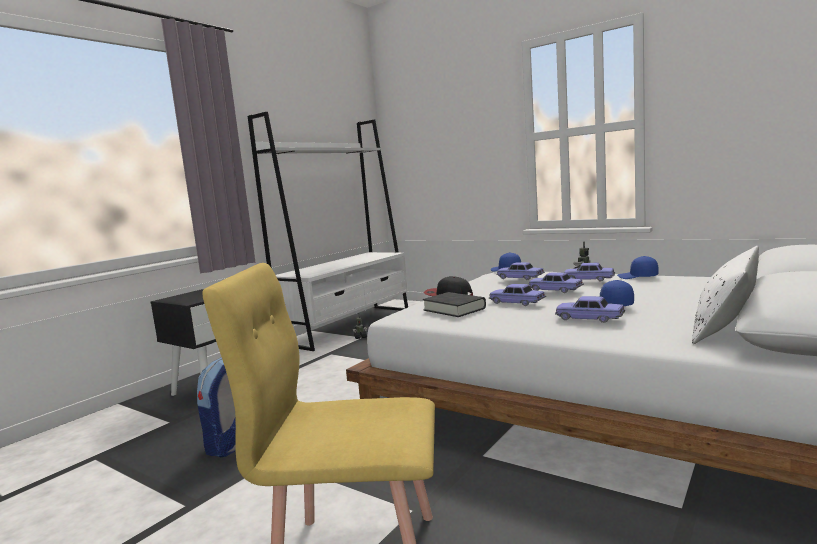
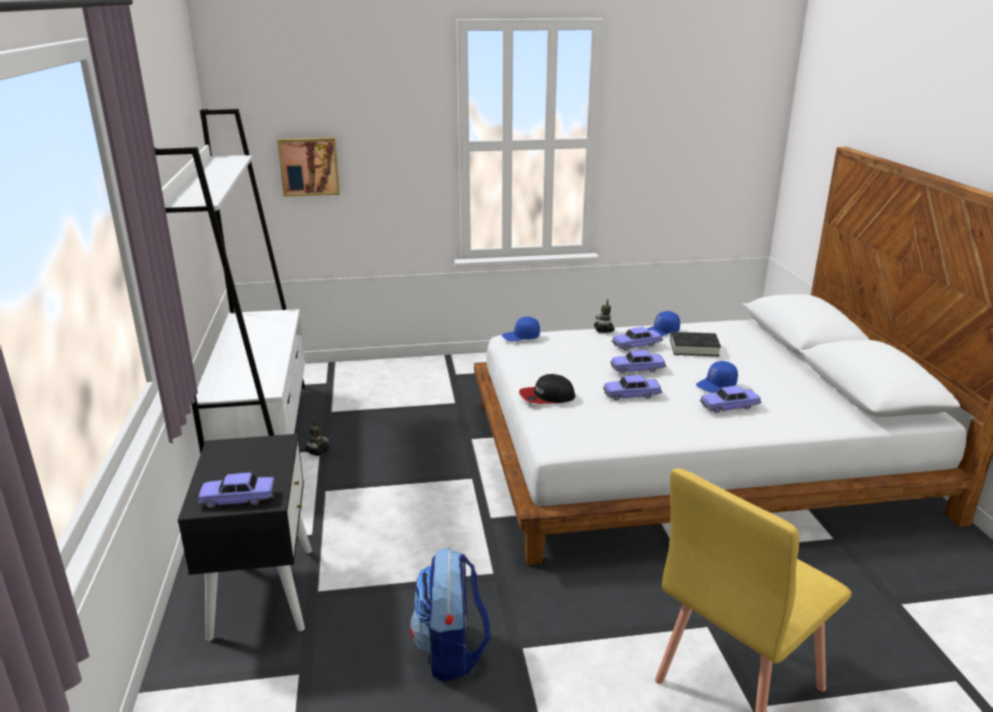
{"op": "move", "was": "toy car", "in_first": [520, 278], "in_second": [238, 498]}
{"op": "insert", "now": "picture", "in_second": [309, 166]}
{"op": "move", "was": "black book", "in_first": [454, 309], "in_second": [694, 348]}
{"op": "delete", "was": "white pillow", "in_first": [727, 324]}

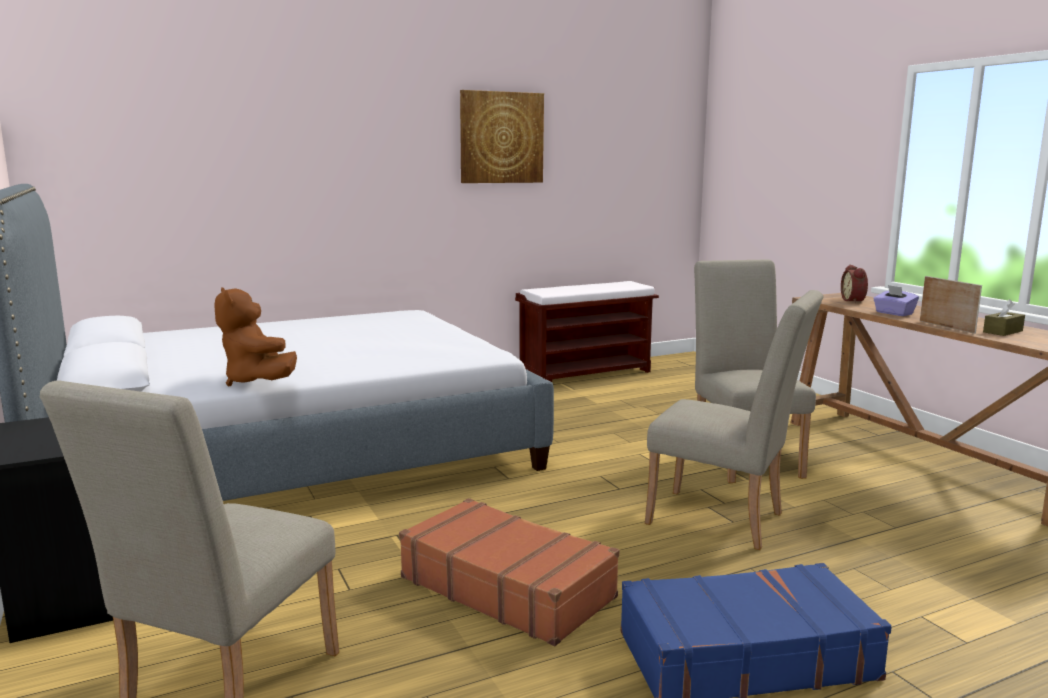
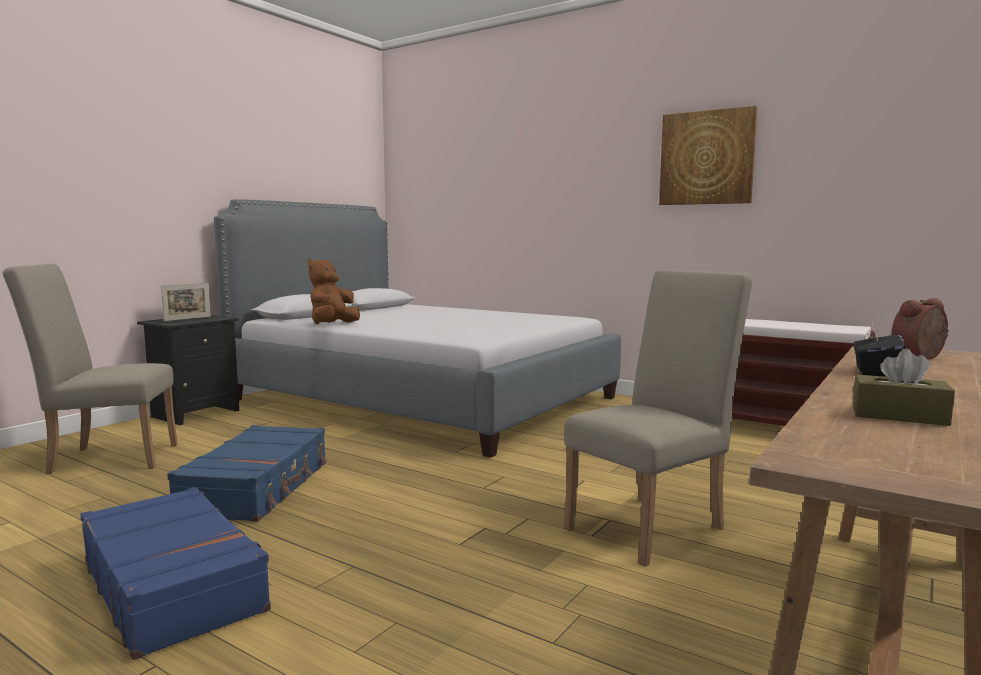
{"op": "move", "was": "picture frame", "in_first": [946, 327], "in_second": [187, 318]}
{"op": "recolor", "was": "brown suitcase", "now": "blue suitcase", "in_first": [507, 587], "in_second": [258, 488]}
{"op": "recolor", "was": "purple tissue box", "now": "black tissue box", "in_first": [893, 313], "in_second": [875, 372]}
{"op": "delete", "was": "beige chair", "in_first": [725, 521]}

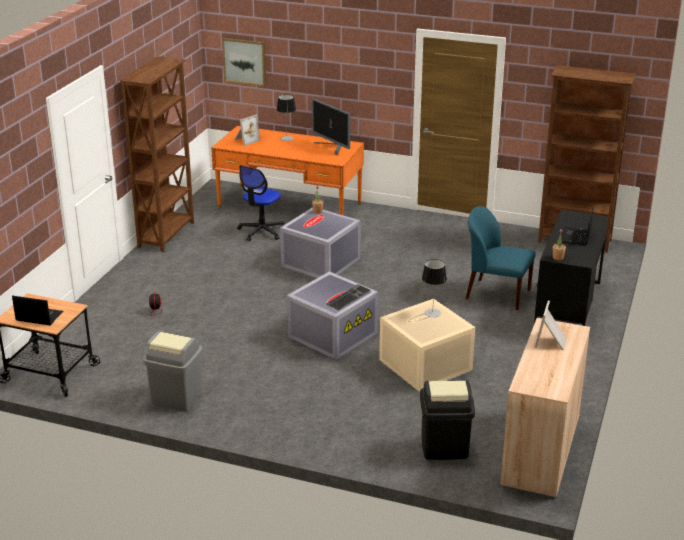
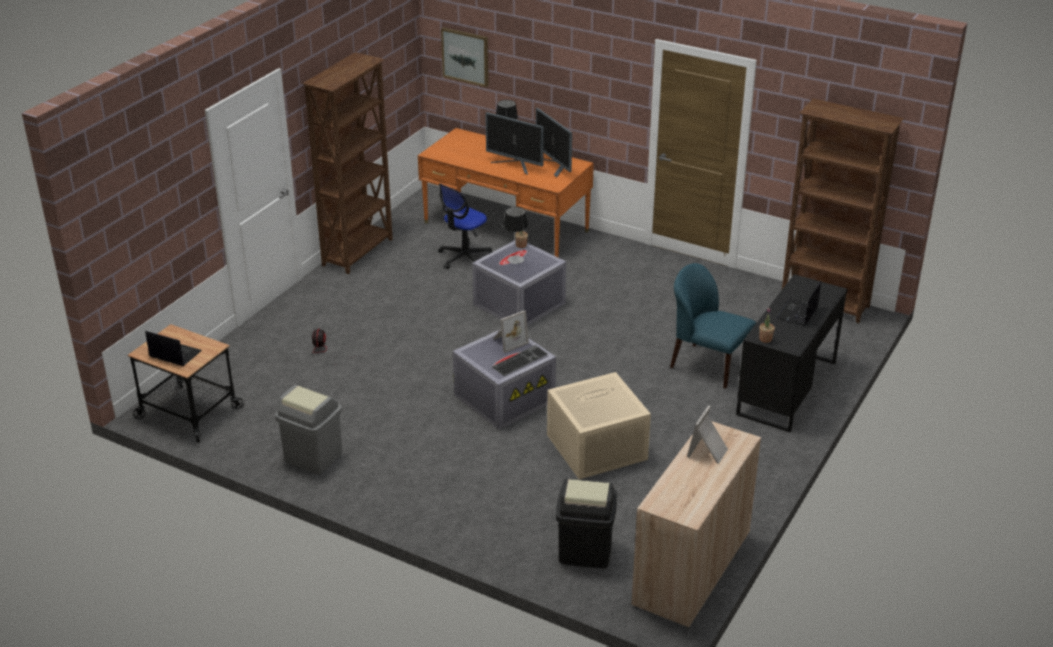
{"op": "insert", "now": "monitor", "in_second": [515, 165]}
{"op": "move", "was": "picture frame", "in_first": [245, 140], "in_second": [509, 341]}
{"op": "move", "was": "table lamp", "in_first": [432, 313], "in_second": [515, 259]}

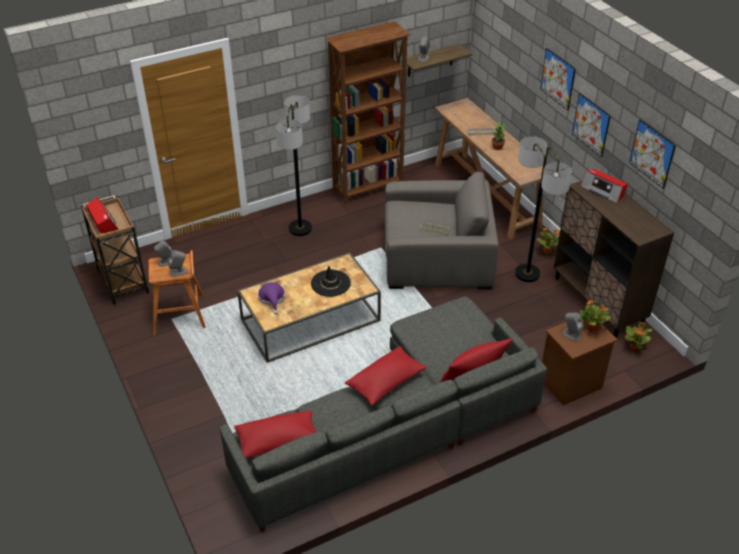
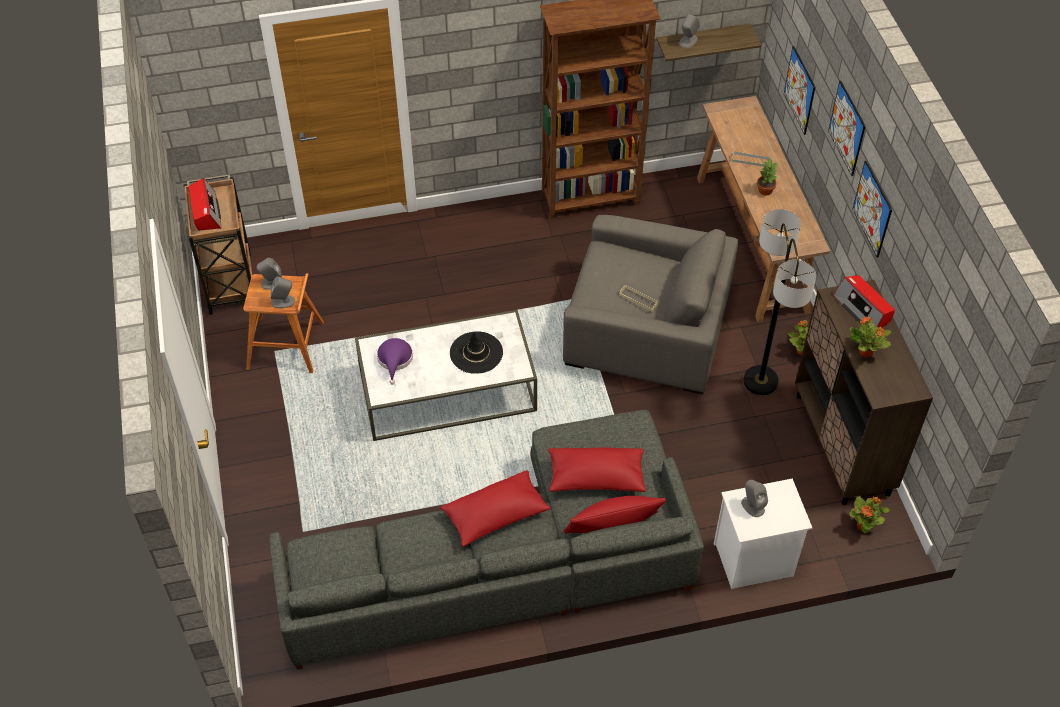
{"op": "recolor", "was": "brown coffee table", "now": "white coffee table", "in_first": [310, 321], "in_second": [447, 391]}
{"op": "move", "was": "red pillow", "in_first": [277, 442], "in_second": [596, 477]}
{"op": "recolor", "was": "brown nightstand", "now": "white nightstand", "in_first": [570, 384], "in_second": [753, 561]}
{"op": "move", "was": "picture", "in_first": [652, 153], "in_second": [799, 90]}
{"op": "move", "was": "potted plant", "in_first": [592, 328], "in_second": [866, 353]}
{"op": "delete", "was": "floor lamp", "in_first": [300, 228]}

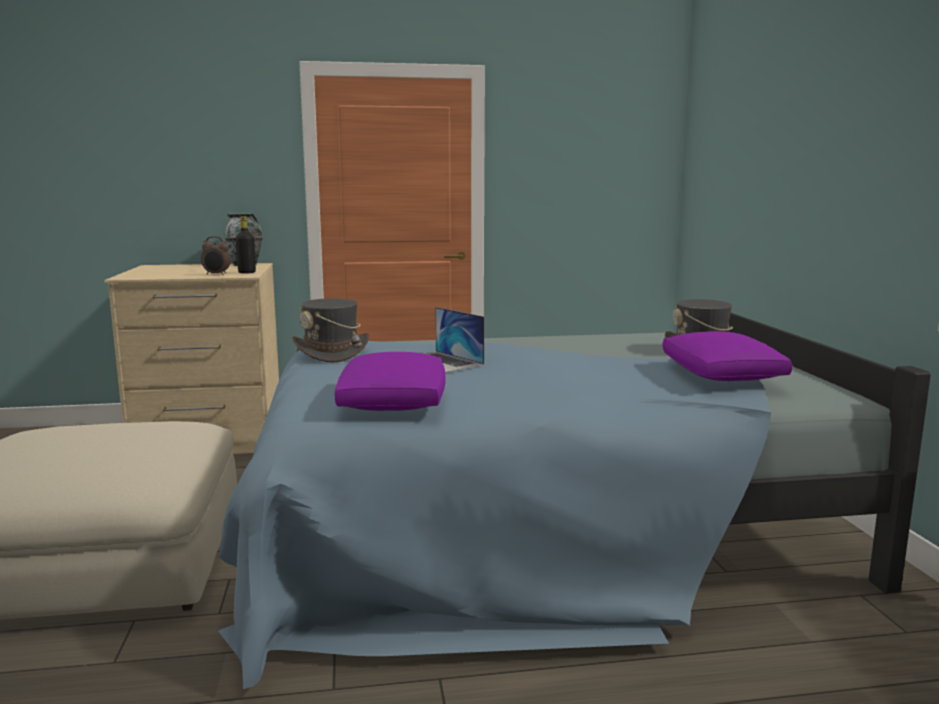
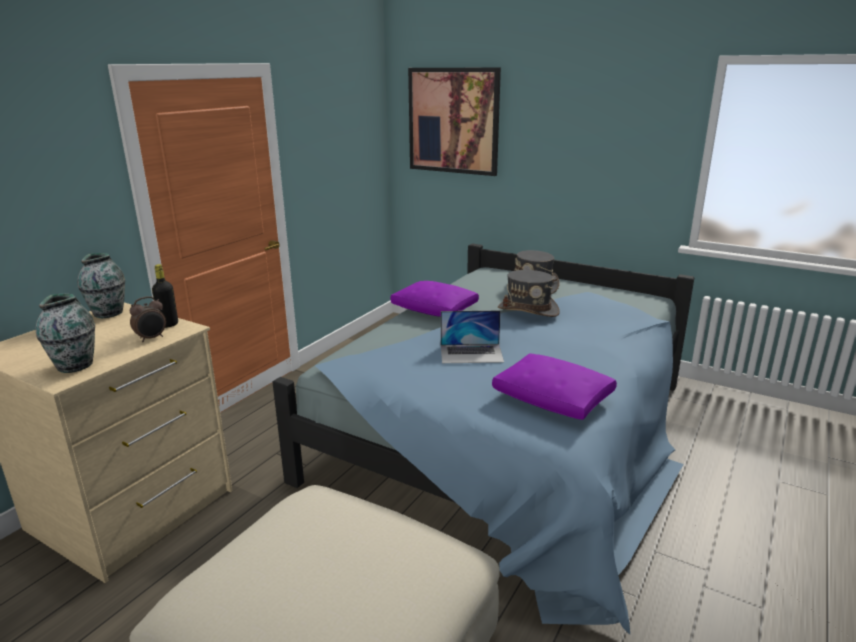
{"op": "insert", "now": "vase", "in_second": [75, 365]}
{"op": "move", "was": "purple pillow", "in_first": [722, 374], "in_second": [435, 309]}
{"op": "insert", "now": "picture", "in_second": [453, 121]}
{"op": "move", "was": "grey hat", "in_first": [331, 352], "in_second": [528, 310]}

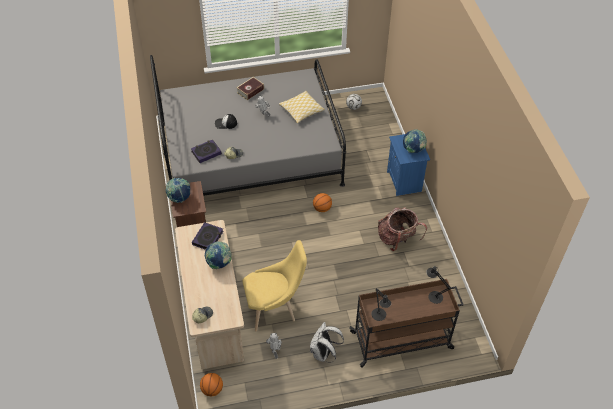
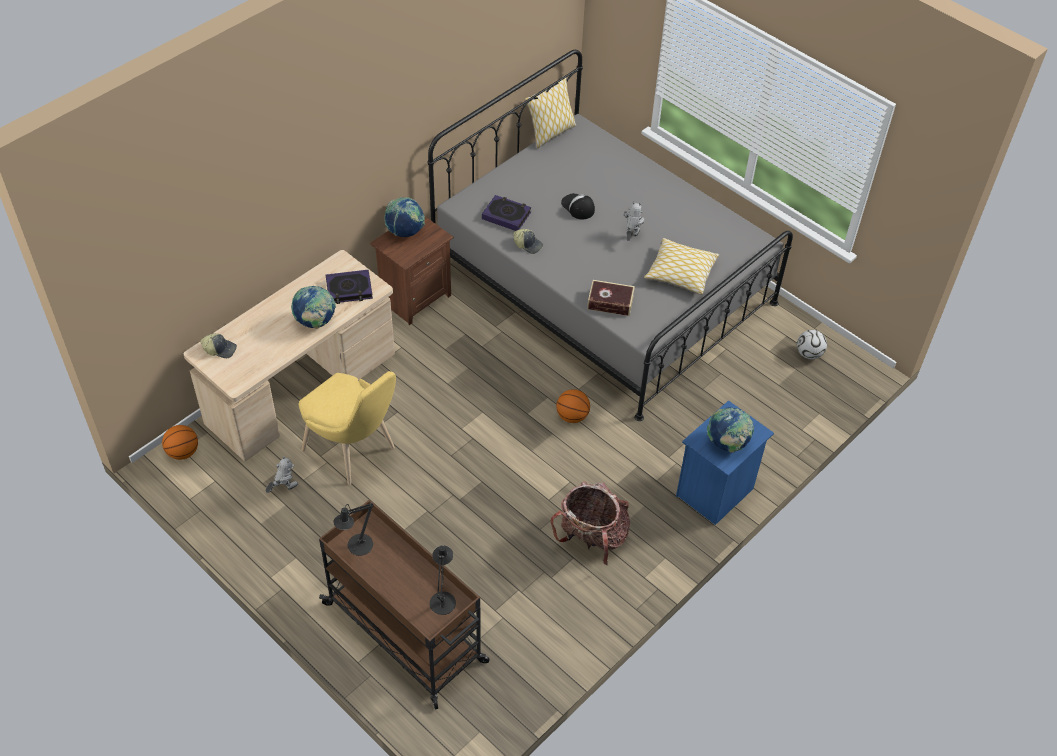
{"op": "insert", "now": "pillow", "in_second": [550, 133]}
{"op": "move", "was": "book", "in_first": [250, 91], "in_second": [610, 302]}
{"op": "delete", "was": "white backpack", "in_first": [323, 353]}

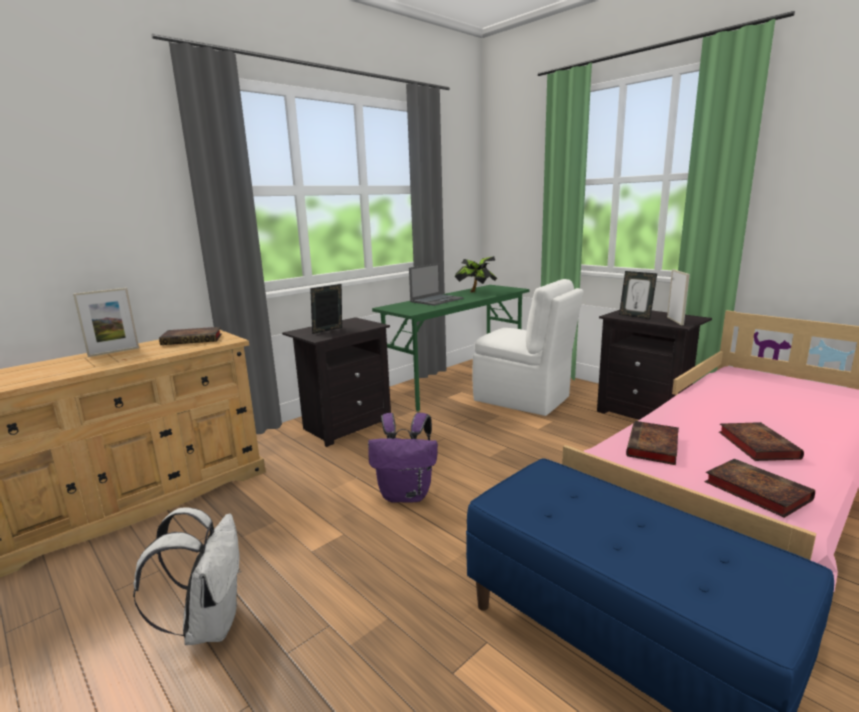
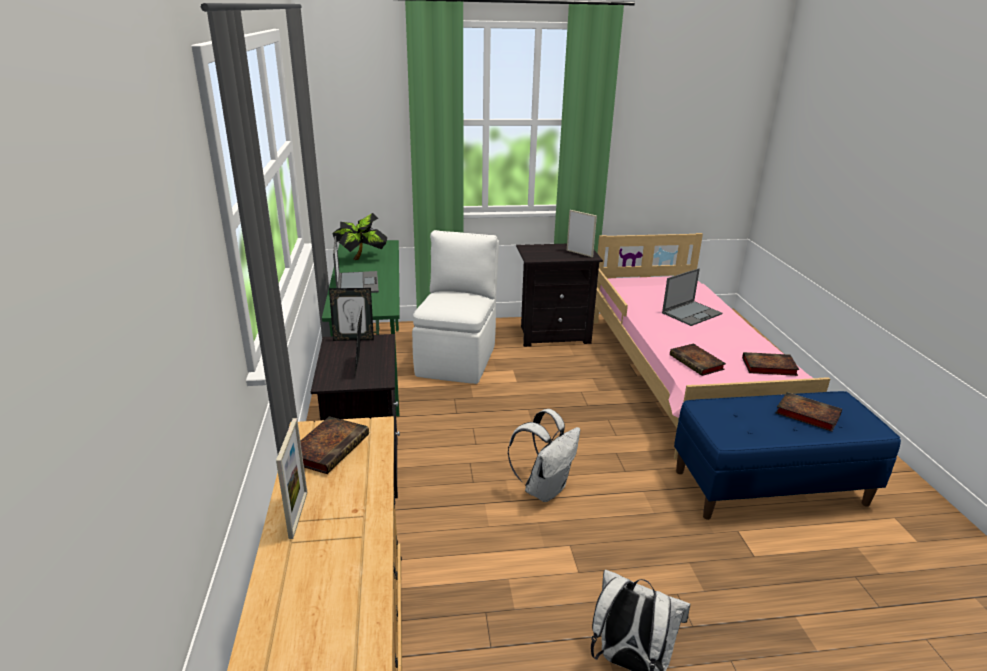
{"op": "move", "was": "picture frame", "in_first": [635, 316], "in_second": [353, 339]}
{"op": "rotate", "was": "white chair", "in_first": [523, 399], "in_second": [457, 359], "clockwise": -60}
{"op": "recolor", "was": "purple backpack", "now": "white backpack", "in_first": [407, 494], "in_second": [544, 488]}
{"op": "insert", "now": "laptop", "in_second": [692, 313]}
{"op": "move", "was": "book", "in_first": [755, 444], "in_second": [805, 414]}

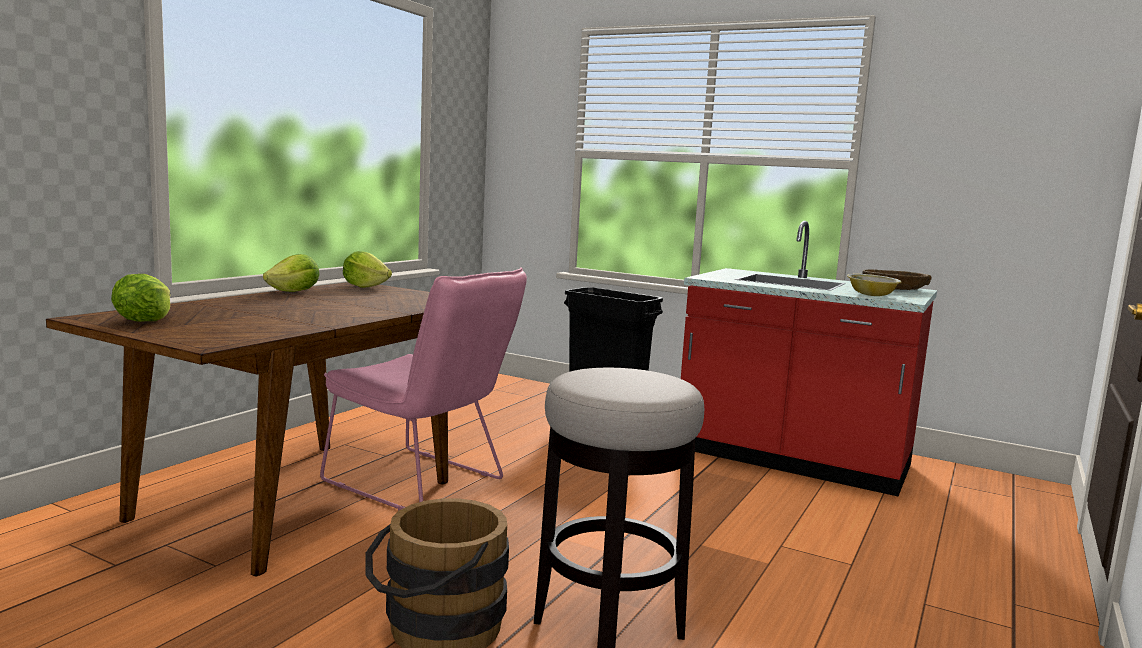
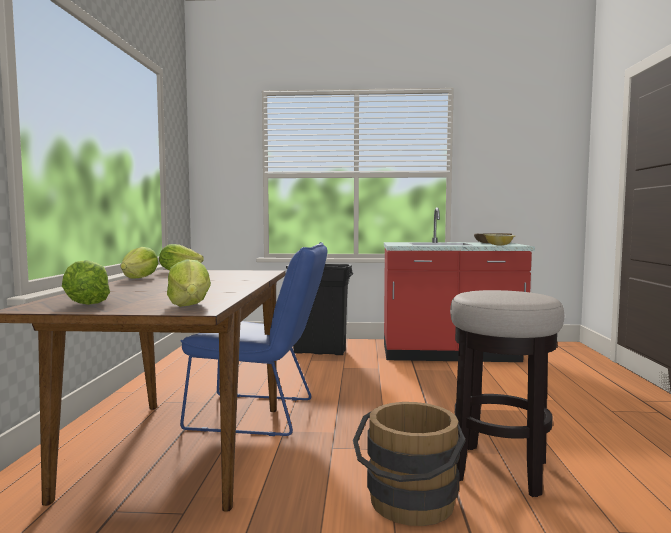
{"op": "insert", "now": "lettuce", "in_second": [190, 305]}
{"op": "recolor", "was": "pink chair", "now": "blue chair", "in_first": [422, 483], "in_second": [260, 414]}

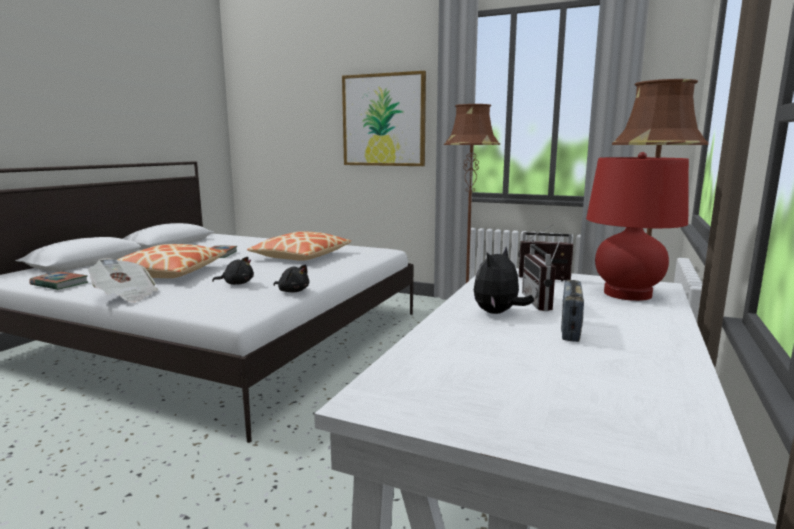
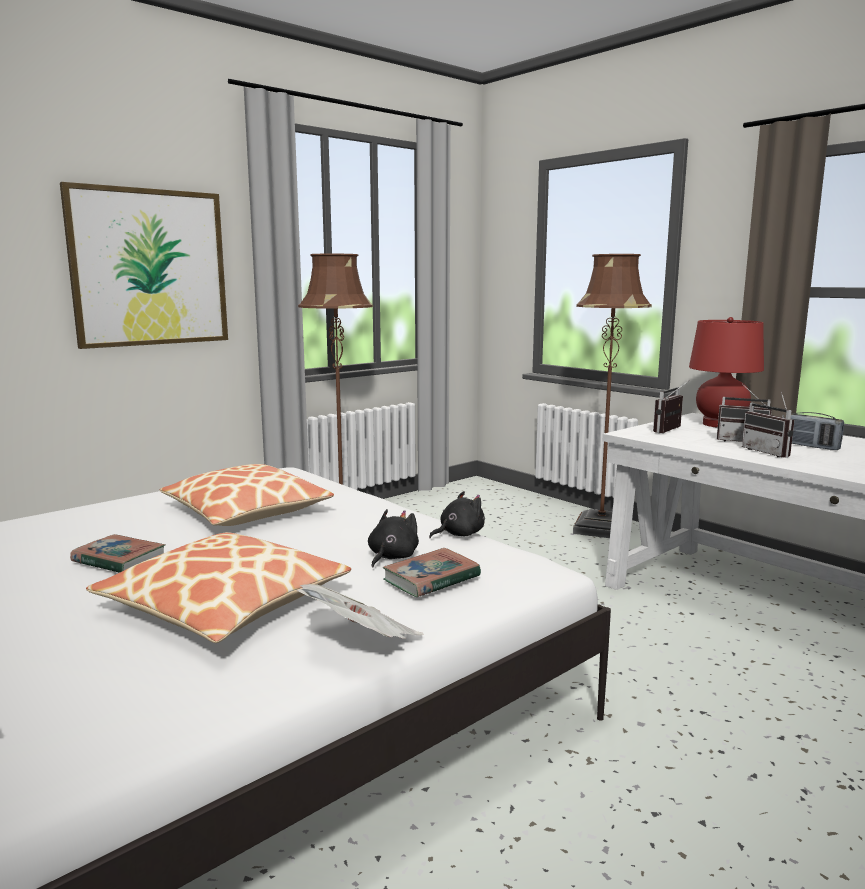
{"op": "move", "was": "book", "in_first": [59, 284], "in_second": [431, 578]}
{"op": "replace", "was": "plush toy", "now": "radio", "in_first": [498, 313], "in_second": [770, 452]}

